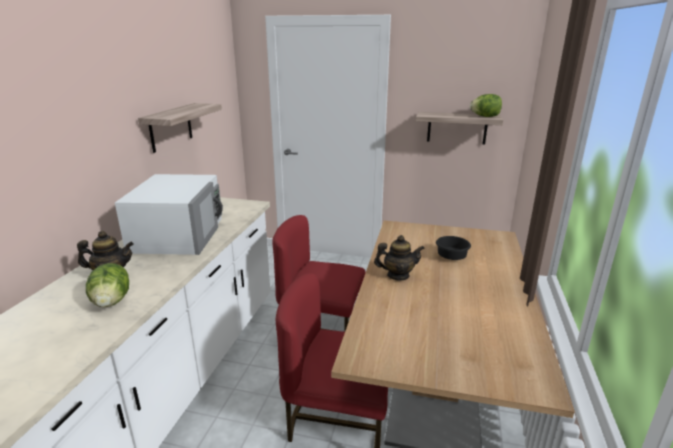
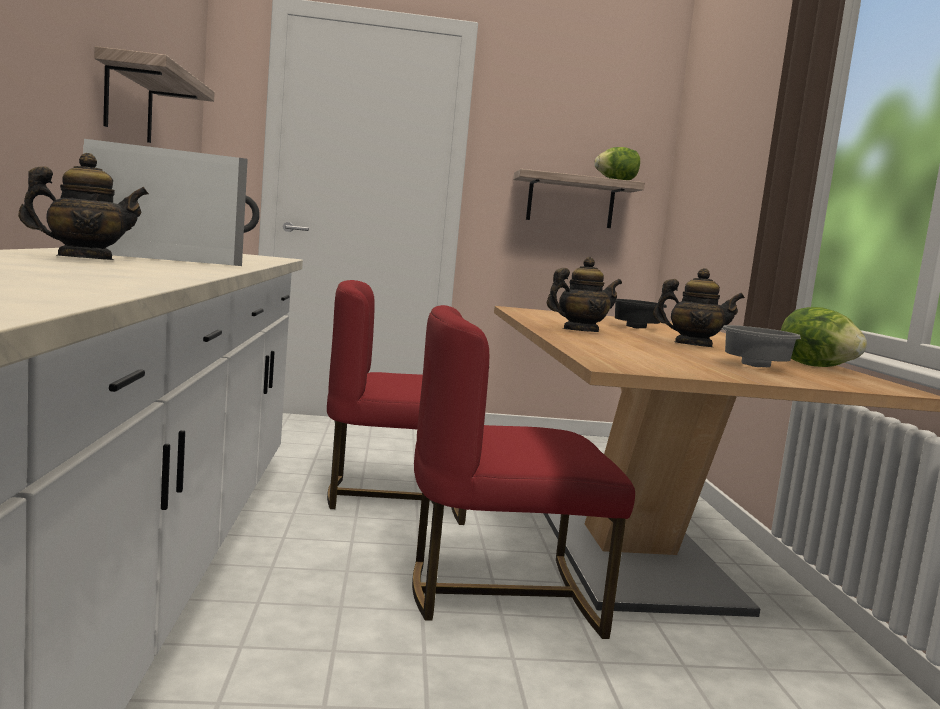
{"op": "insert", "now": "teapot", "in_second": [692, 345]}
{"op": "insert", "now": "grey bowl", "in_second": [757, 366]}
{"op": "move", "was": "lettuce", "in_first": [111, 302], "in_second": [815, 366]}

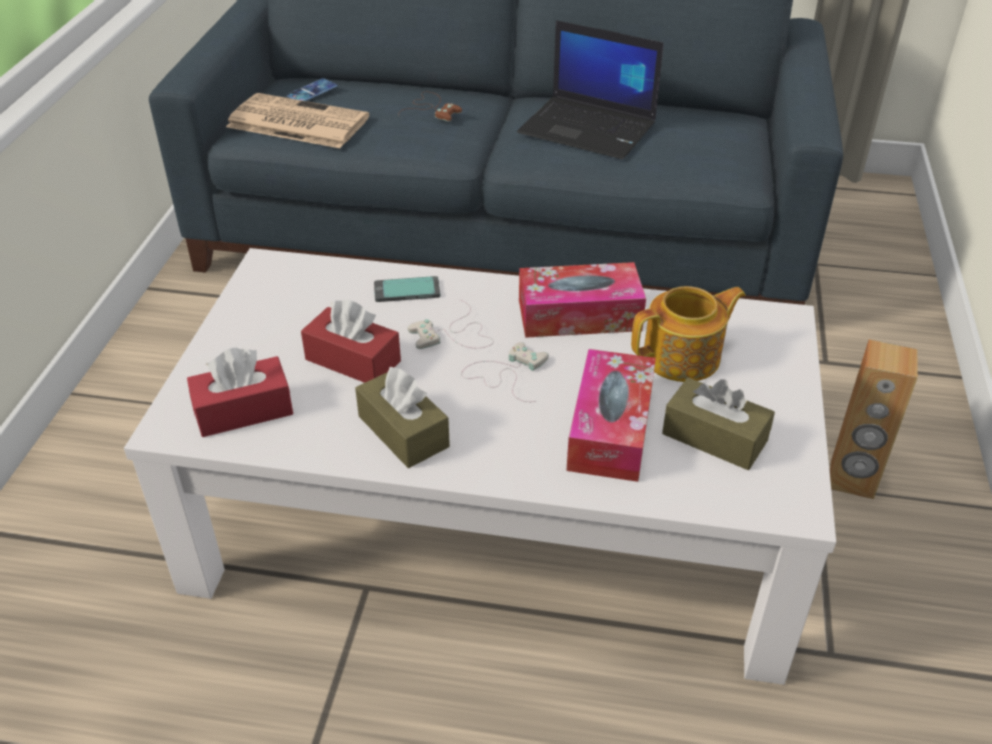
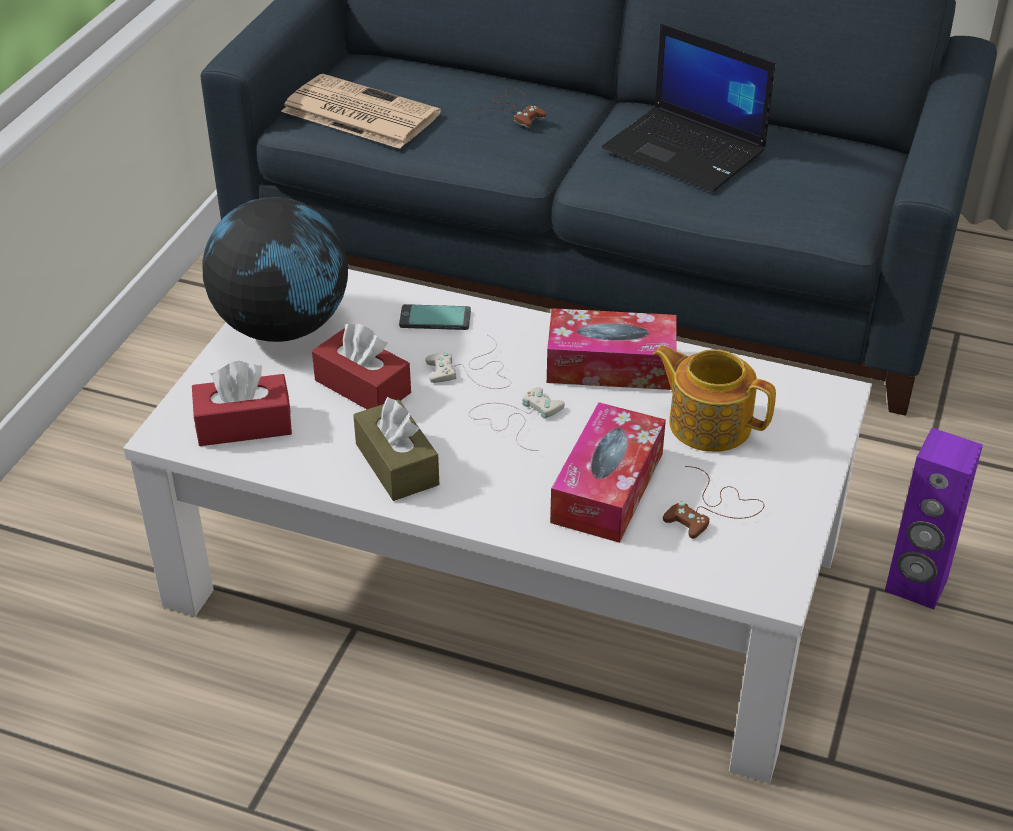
{"op": "insert", "now": "globe", "in_second": [282, 326]}
{"op": "rotate", "was": "teapot", "in_first": [683, 357], "in_second": [708, 423], "clockwise": -135}
{"op": "replace", "was": "brown tissue box", "now": "brown game controller", "in_first": [714, 437], "in_second": [713, 509]}
{"op": "recolor", "was": "brown speaker", "now": "purple speaker", "in_first": [851, 480], "in_second": [916, 585]}
{"op": "delete", "was": "phone", "in_first": [312, 91]}

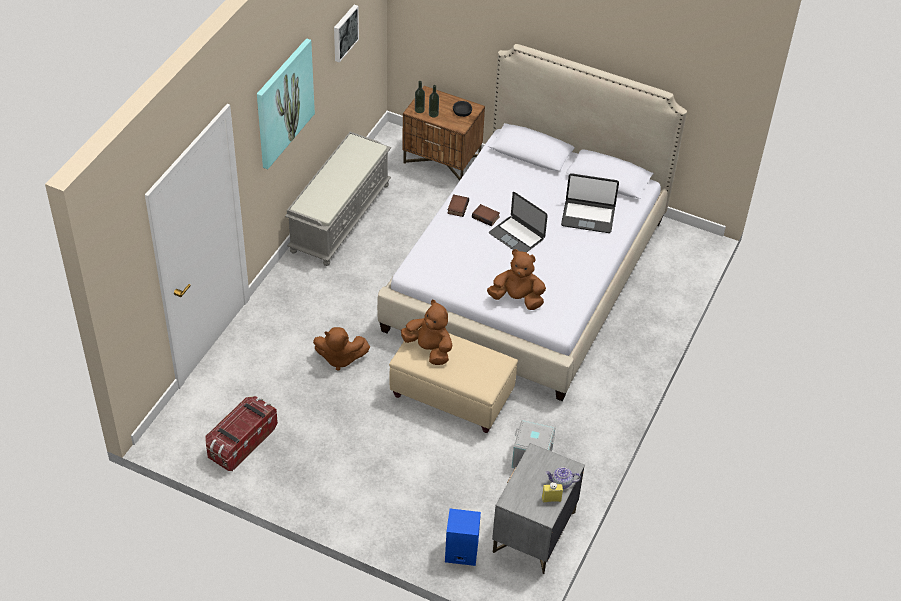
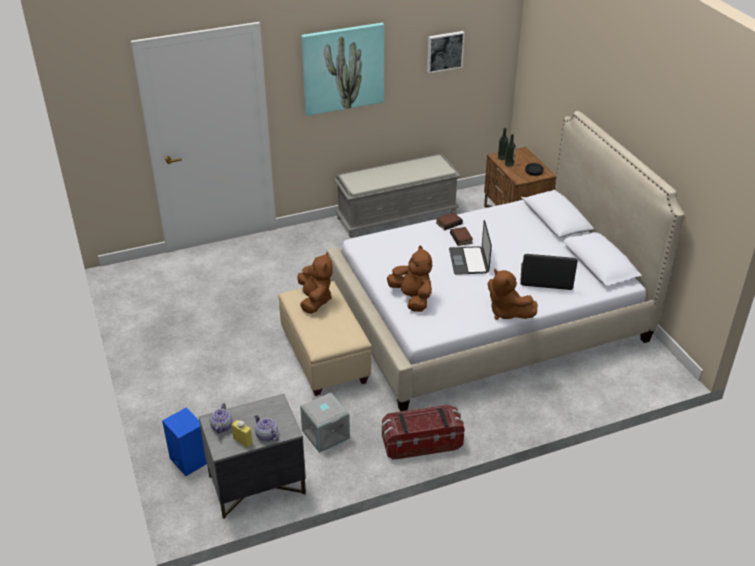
{"op": "insert", "now": "teapot", "in_second": [222, 426]}
{"op": "move", "was": "storage box", "in_first": [241, 442], "in_second": [421, 443]}
{"op": "move", "was": "brown plush toy", "in_first": [340, 358], "in_second": [506, 312]}
{"op": "rotate", "was": "laptop", "in_first": [588, 216], "in_second": [546, 278], "clockwise": 135}

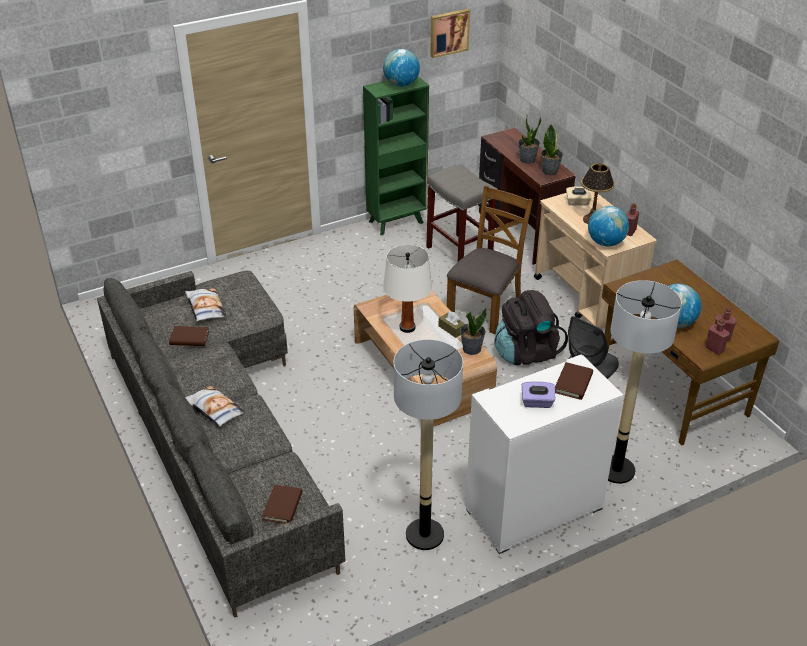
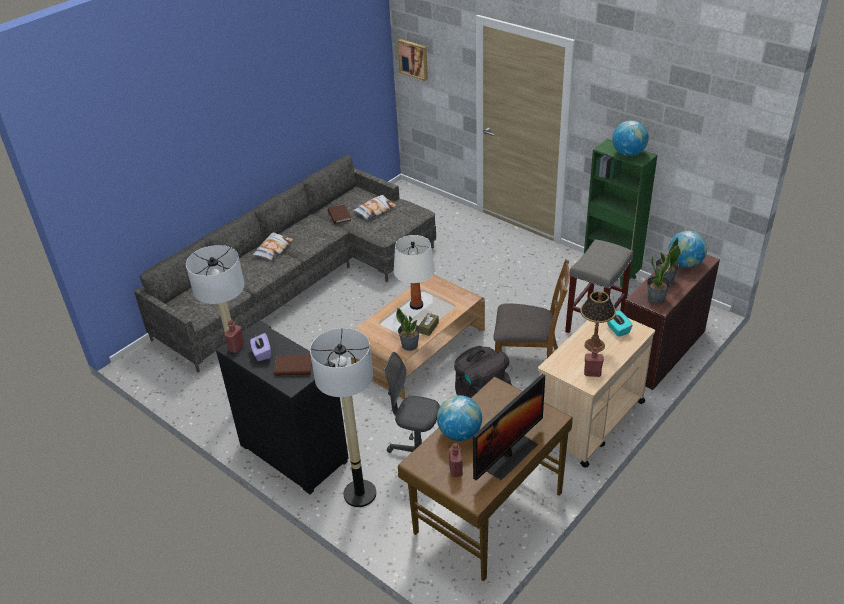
{"op": "recolor", "was": "white cabinet", "now": "black cabinet", "in_first": [534, 510], "in_second": [292, 453]}
{"op": "move", "was": "red bottle", "in_first": [714, 349], "in_second": [236, 347]}
{"op": "move", "was": "picture", "in_first": [448, 32], "in_second": [414, 59]}
{"op": "insert", "now": "monitor", "in_second": [508, 455]}
{"op": "recolor", "was": "beige tissue box", "now": "turquoise tissue box", "in_first": [577, 202], "in_second": [617, 329]}
{"op": "move", "was": "globe", "in_first": [606, 242], "in_second": [685, 264]}
{"op": "delete", "was": "brown book", "in_first": [282, 506]}

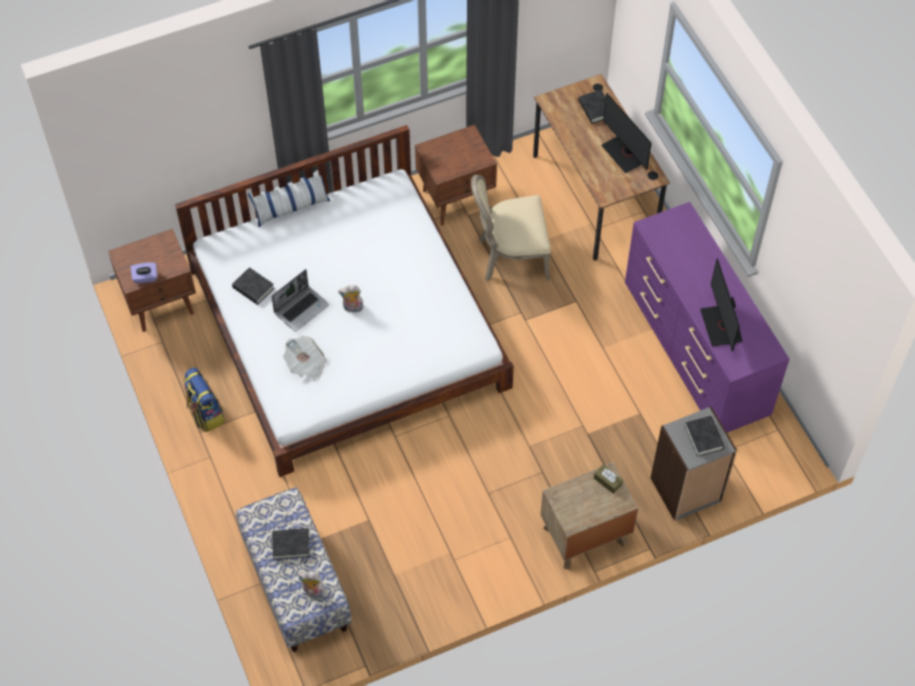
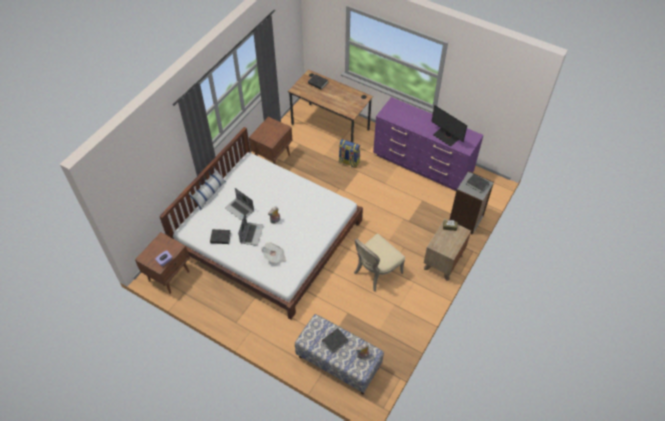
{"op": "insert", "now": "laptop", "in_second": [240, 209]}
{"op": "move", "was": "backpack", "in_first": [205, 413], "in_second": [348, 162]}
{"op": "move", "was": "beige chair", "in_first": [510, 256], "in_second": [375, 272]}
{"op": "delete", "was": "monitor", "in_first": [625, 153]}

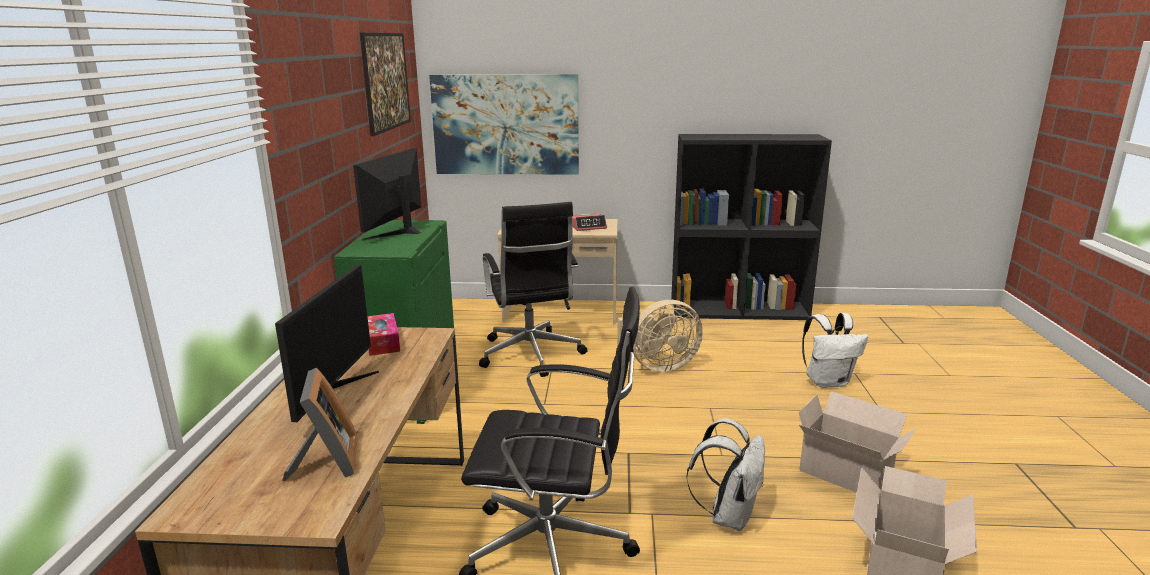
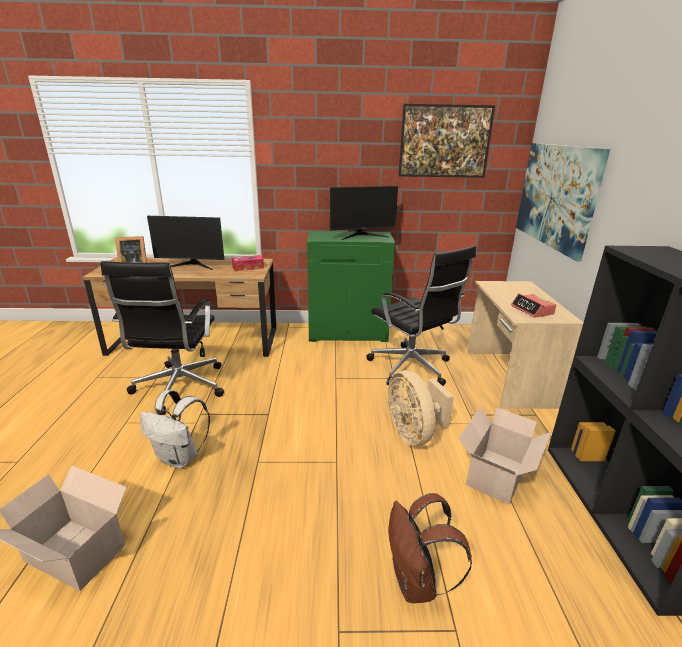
{"op": "rotate", "was": "monitor", "in_first": [398, 231], "in_second": [361, 236], "clockwise": 150}
{"op": "rotate", "was": "black office chair", "in_first": [531, 355], "in_second": [412, 368], "clockwise": -105}
{"op": "recolor", "was": "white backpack", "now": "brown backpack", "in_first": [828, 381], "in_second": [417, 583]}
{"op": "move", "was": "cardboard box", "in_first": [848, 474], "in_second": [495, 476]}

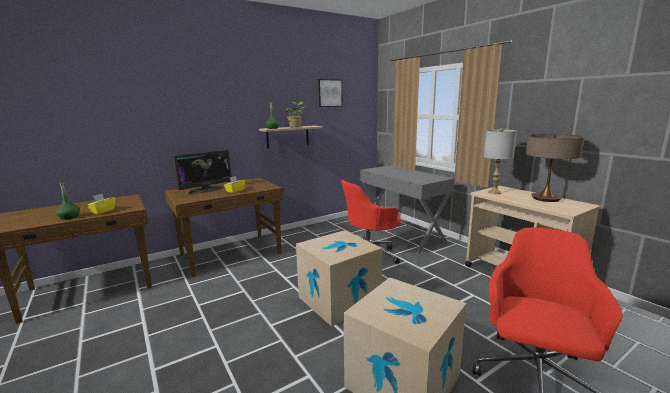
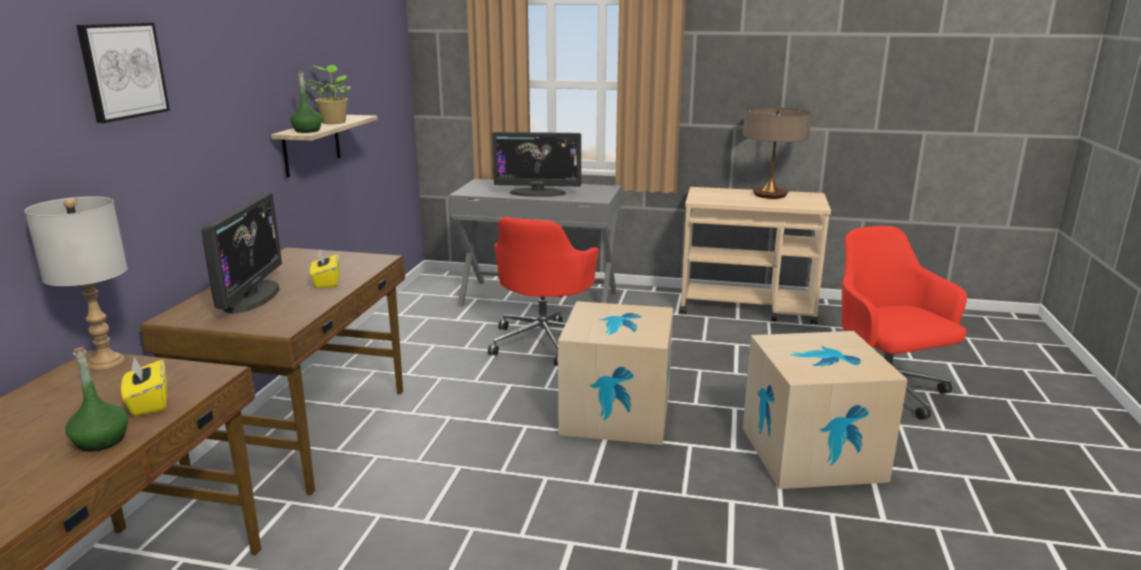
{"op": "move", "was": "grey table lamp", "in_first": [494, 192], "in_second": [106, 362]}
{"op": "move", "was": "picture", "in_first": [329, 93], "in_second": [122, 71]}
{"op": "insert", "now": "monitor", "in_second": [537, 193]}

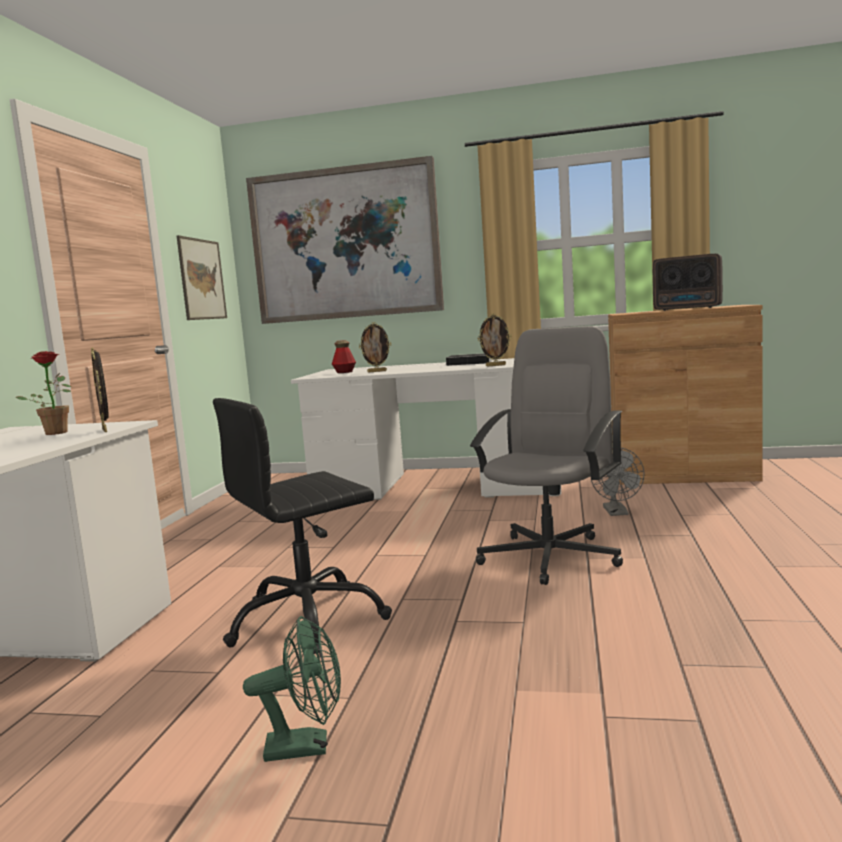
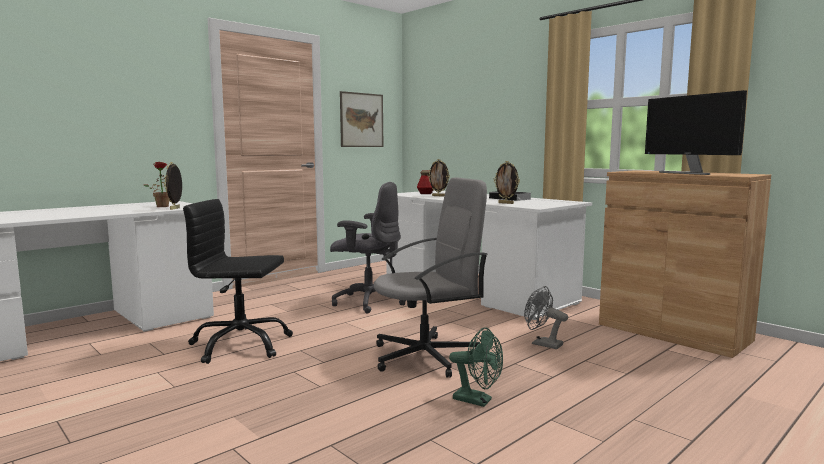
{"op": "insert", "now": "grey office chair", "in_second": [368, 302]}
{"op": "move", "was": "green fan", "in_first": [307, 746], "in_second": [478, 401]}
{"op": "rotate", "was": "grey fan", "in_first": [617, 513], "in_second": [542, 344], "clockwise": 90}
{"op": "replace", "was": "radio", "now": "monitor", "in_first": [689, 309], "in_second": [688, 173]}
{"op": "delete", "was": "picture", "in_first": [346, 244]}

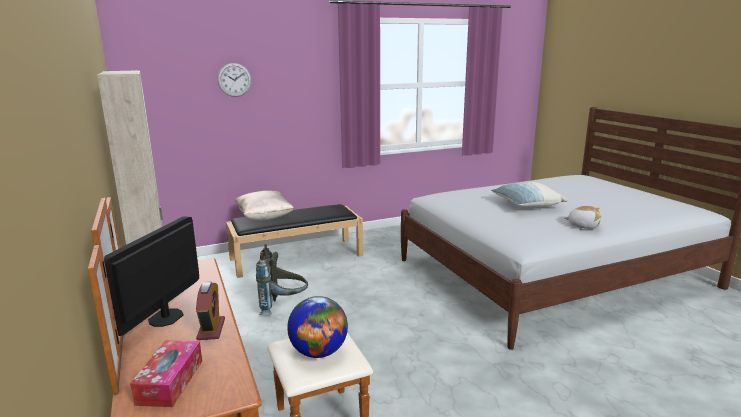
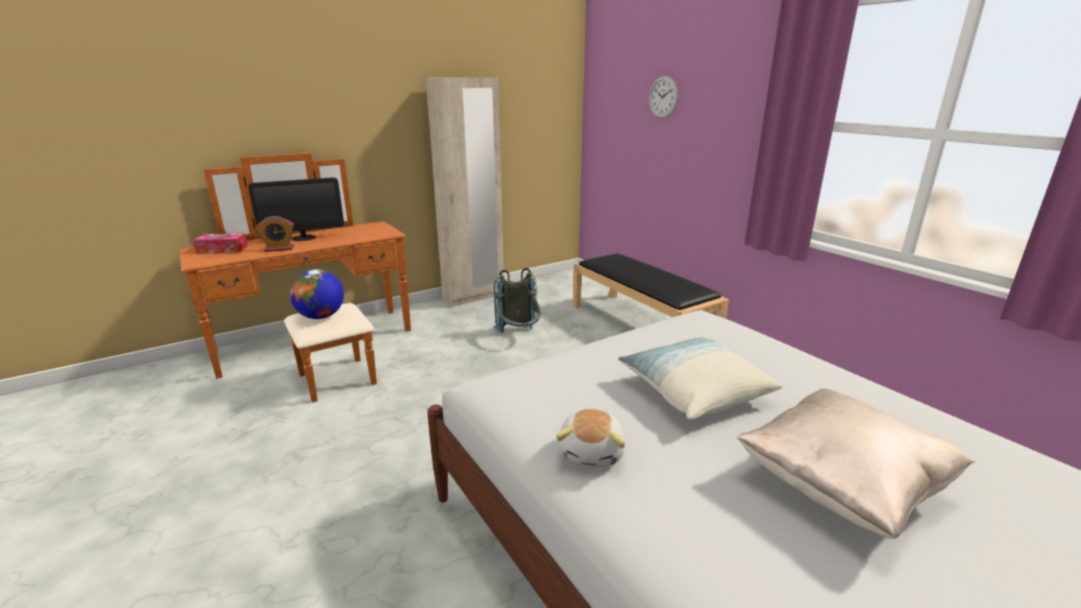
{"op": "rotate", "was": "monitor", "in_first": [166, 317], "in_second": [303, 238], "clockwise": 150}
{"op": "move", "was": "beige pillow", "in_first": [264, 217], "in_second": [841, 487]}

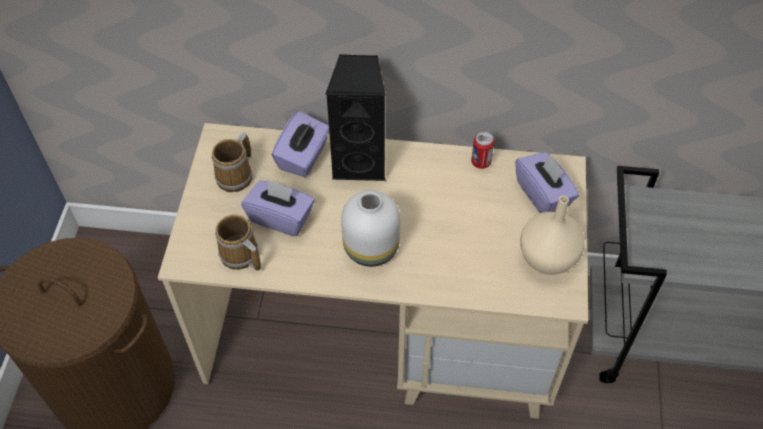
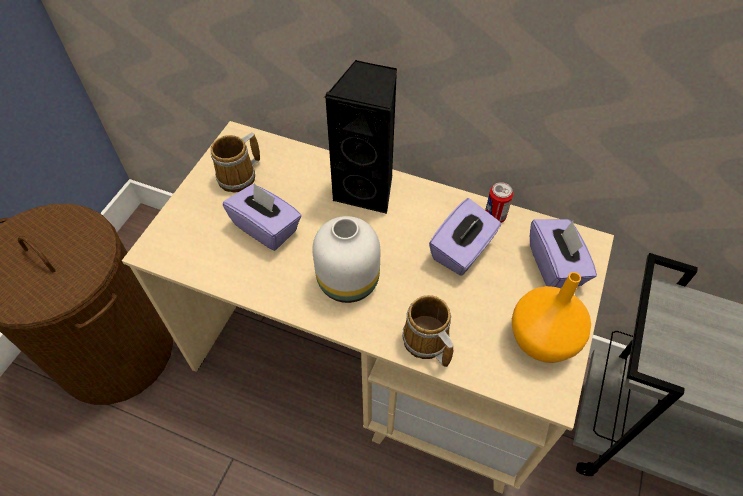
{"op": "move", "was": "mug", "in_first": [240, 256], "in_second": [426, 342]}
{"op": "move", "was": "purple tissue box", "in_first": [303, 157], "in_second": [462, 251]}
{"op": "recolor", "was": "beige vase", "now": "orange vase", "in_first": [547, 257], "in_second": [542, 339]}

